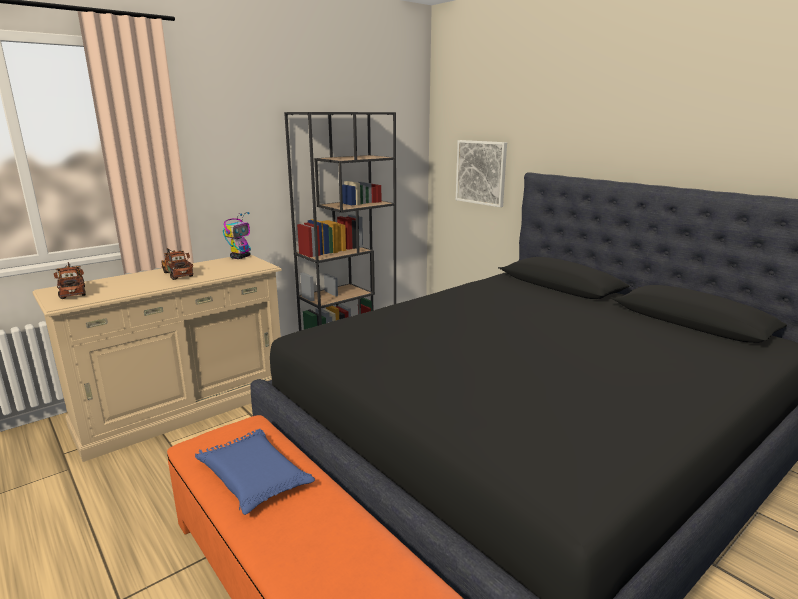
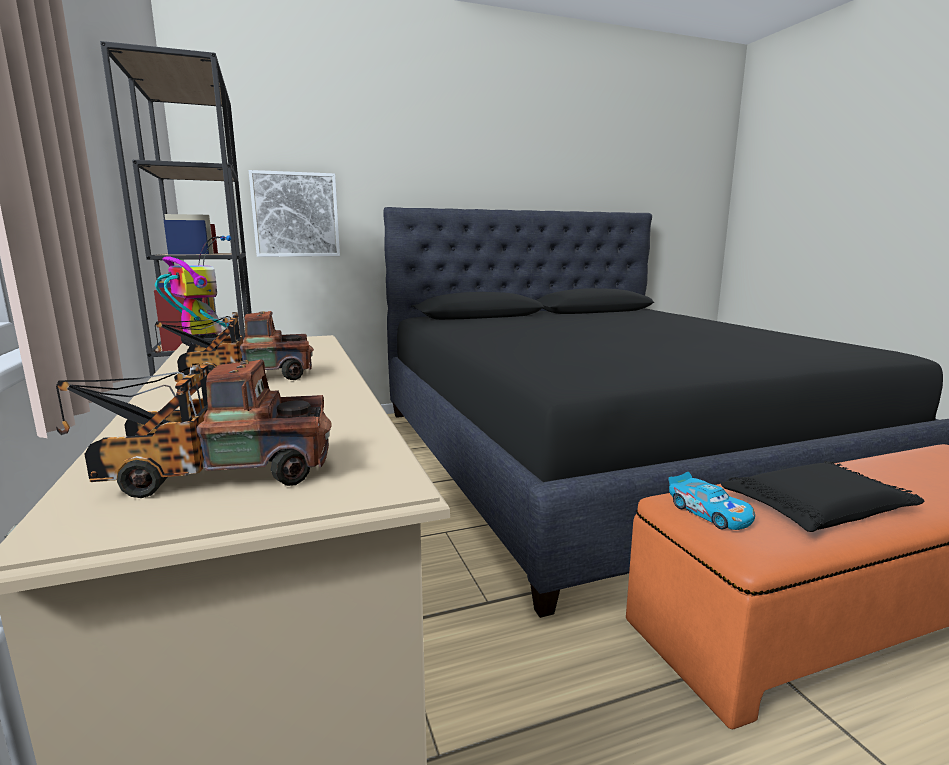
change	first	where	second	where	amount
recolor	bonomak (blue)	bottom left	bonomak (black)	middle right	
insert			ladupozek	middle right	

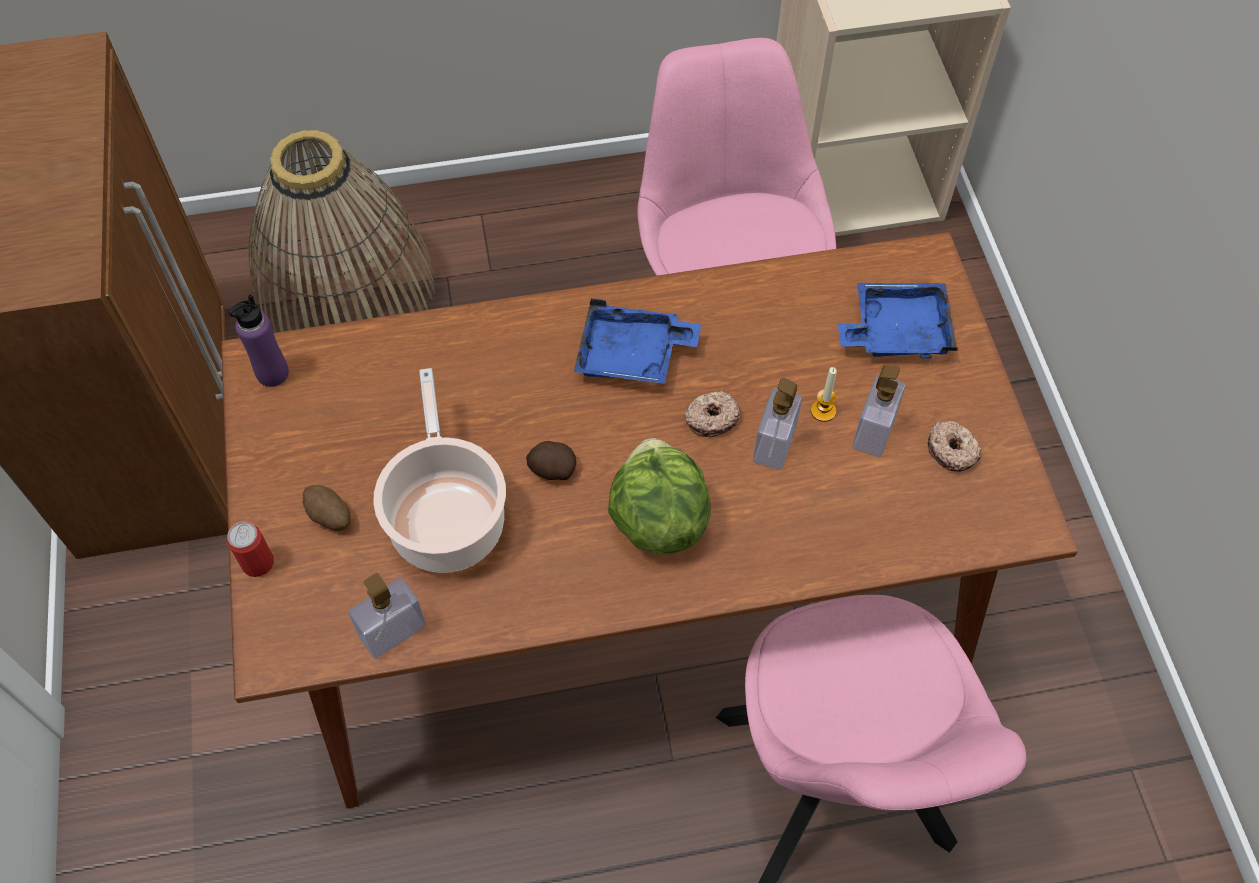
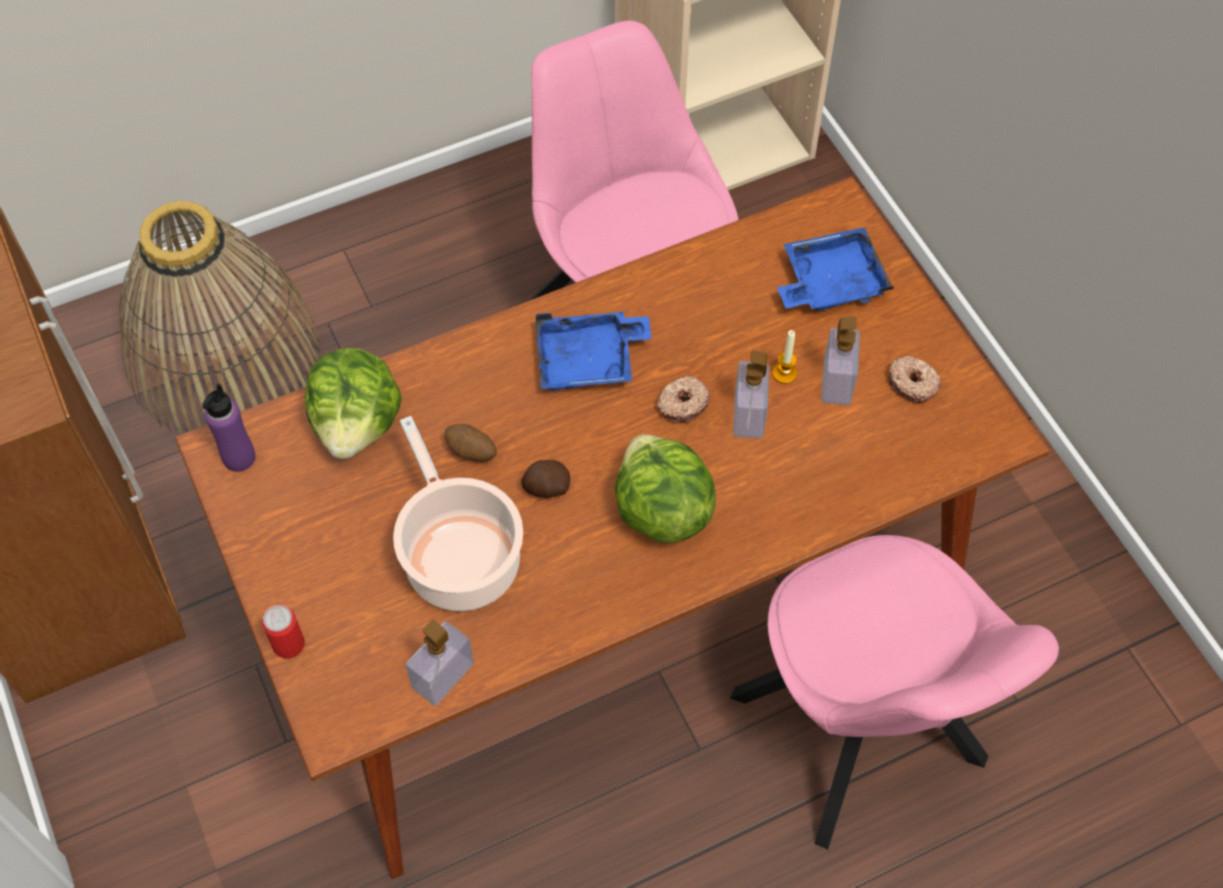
change	first	where	second	where	amount
move	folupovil (1st from left)	middle left		centre	
insert			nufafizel (1st from left)	middle left	

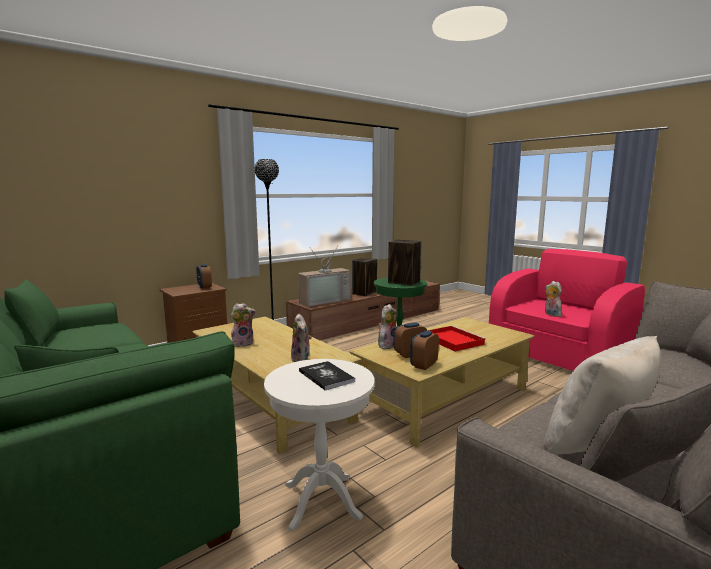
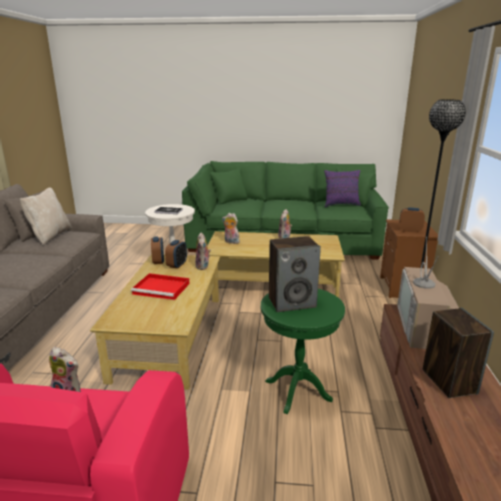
change	first	where	second	where	amount
insert			bonomak (purple)	middle right	

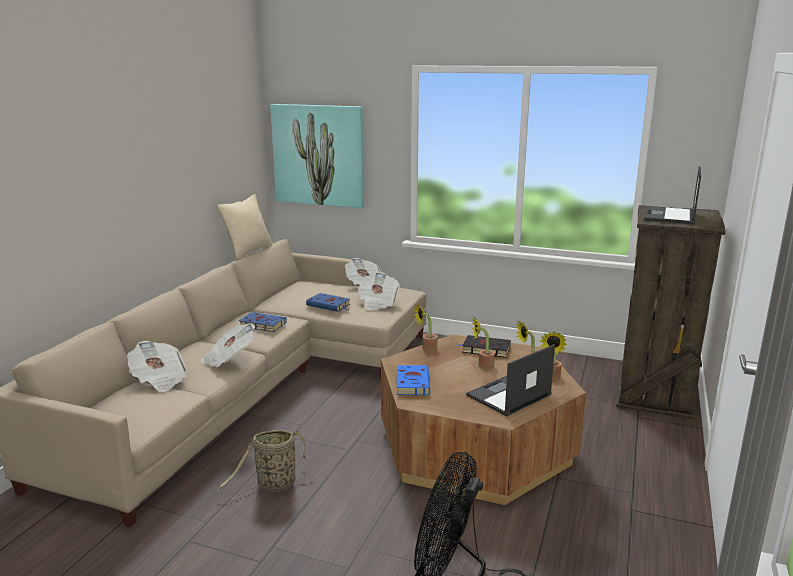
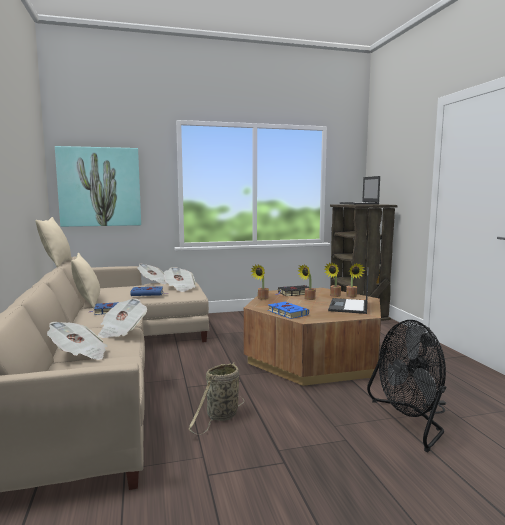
change	first	where	second	where	amount
insert			bonomak (beige) (2nd from left)	middle left	

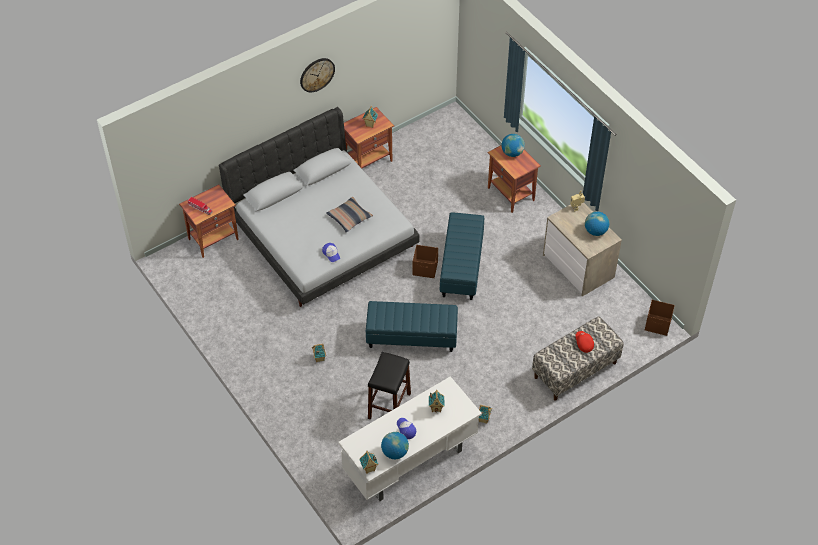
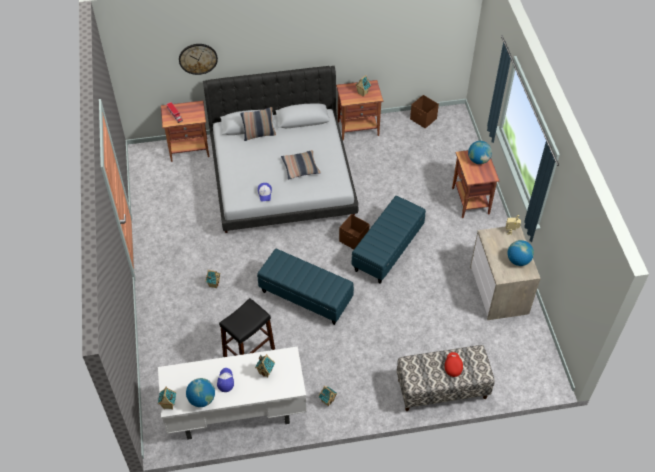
change	first	where	second	where	amount
move	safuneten	top centre		top left	
move	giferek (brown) (2nd from left)	middle right		top centre	
insert			bonomak (1st from left)	top centre	

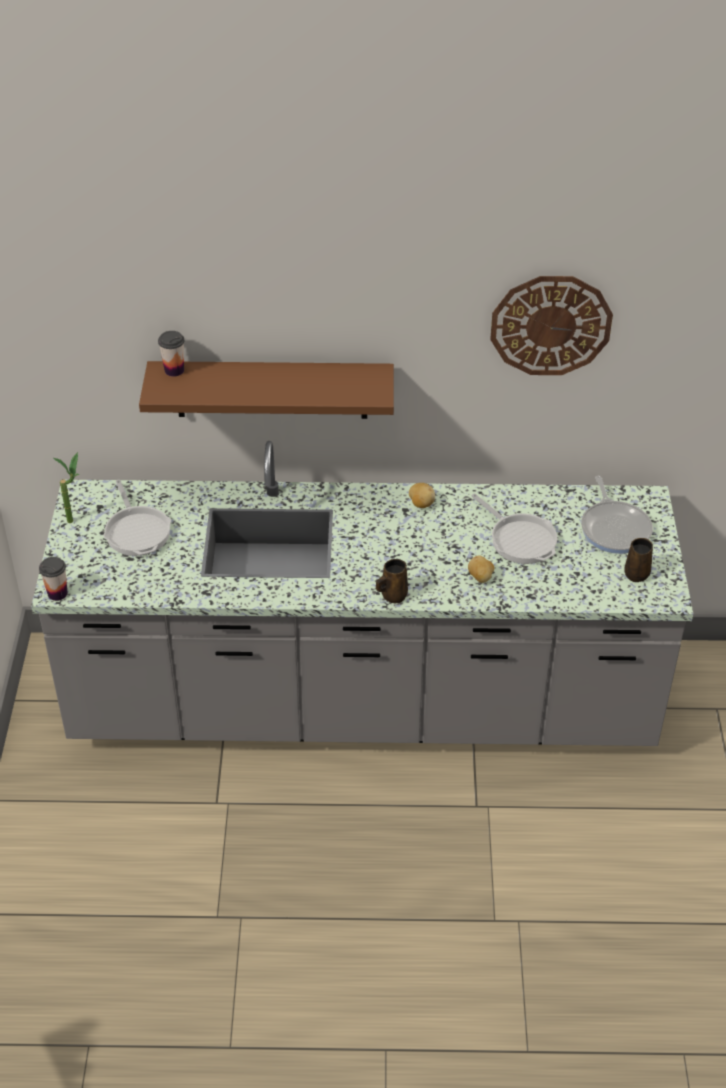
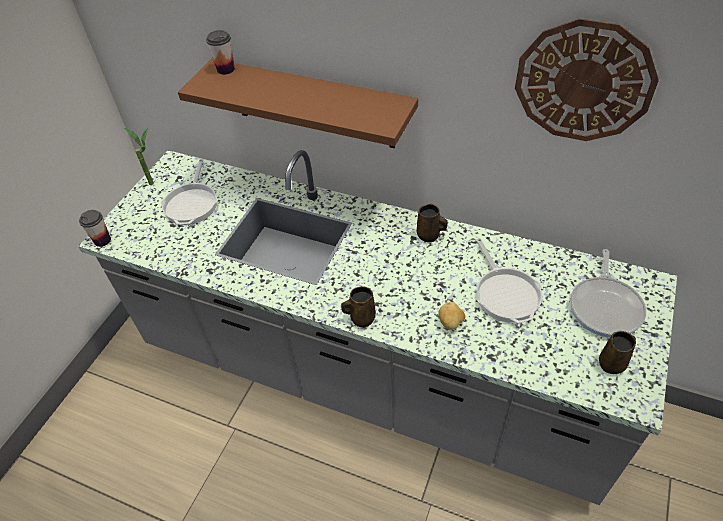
change	first	where	second	where	amount
replace	folupovil (1st from left)	centre	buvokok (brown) (2nd from left)	centre	

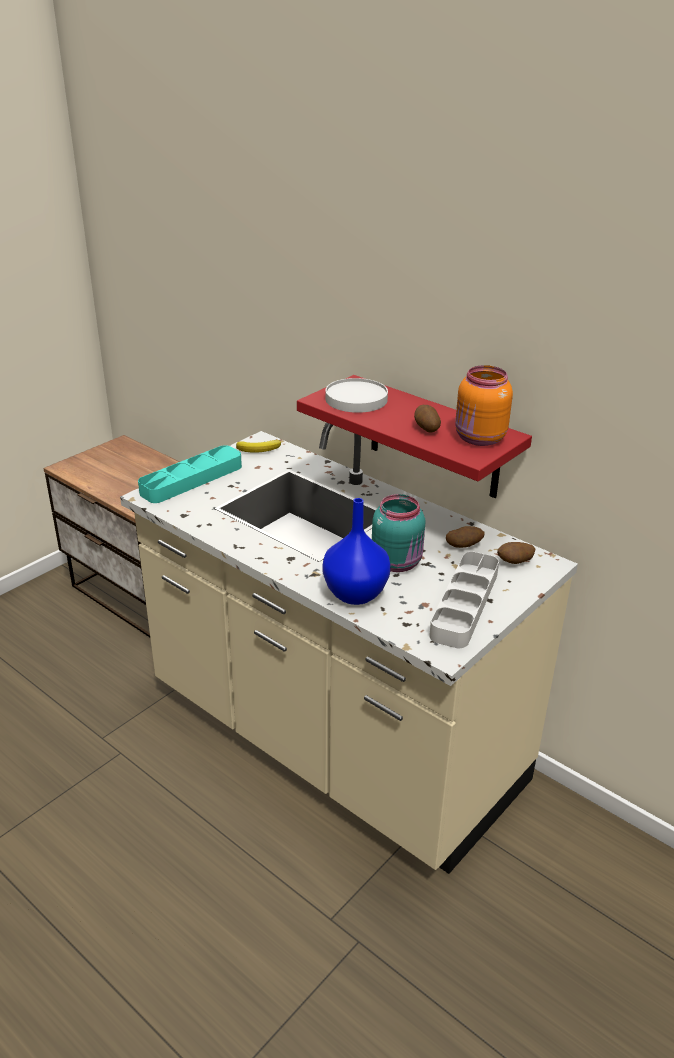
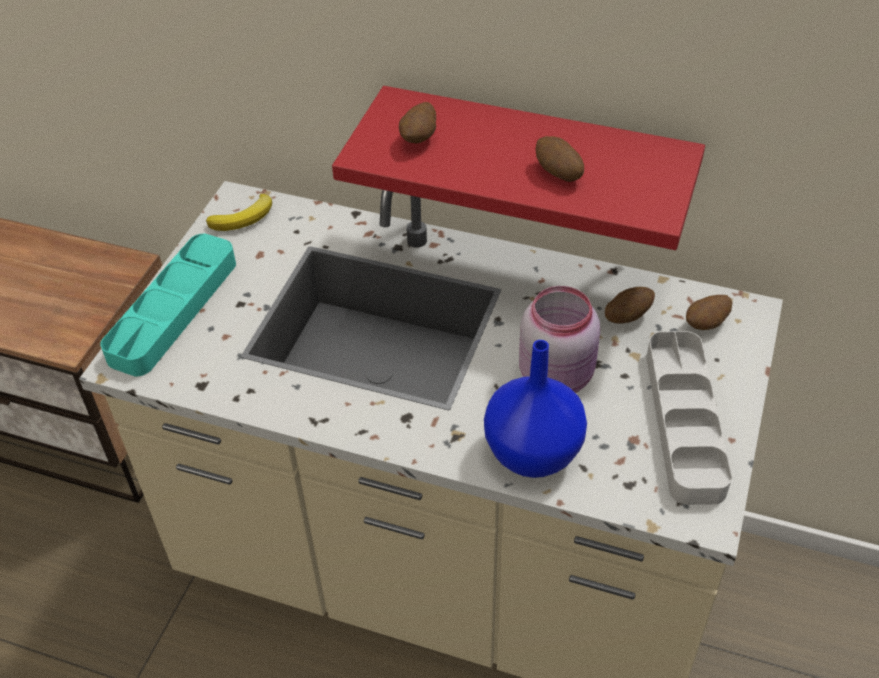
change	first	where	second	where	amount
replace	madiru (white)	centre	folupovil (1st from left)	top centre	
recolor	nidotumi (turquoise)	centre	nidotumi (pink)	centre	
delete	nidotumi (orange)	middle right			

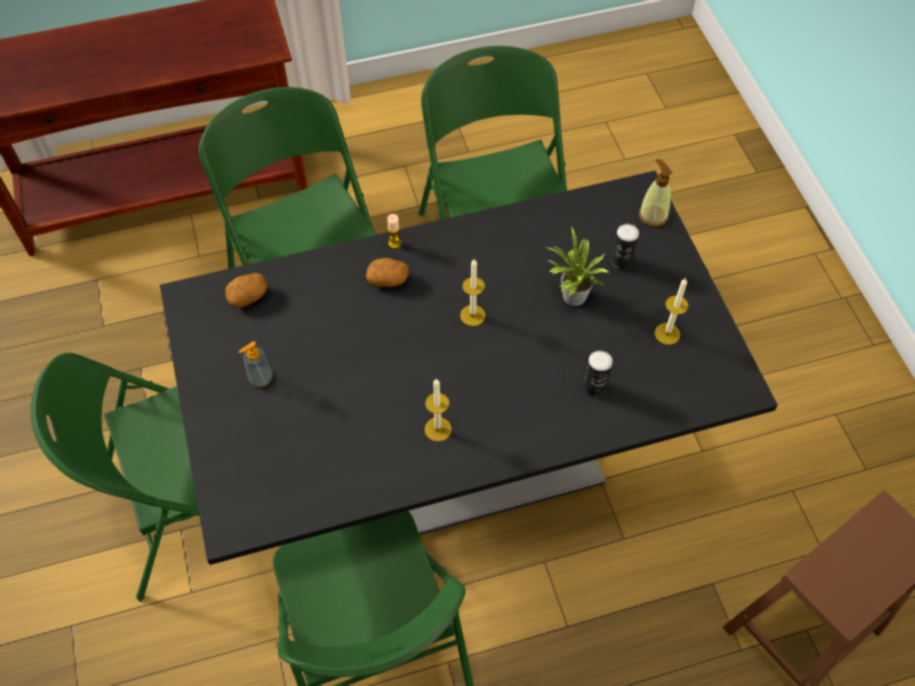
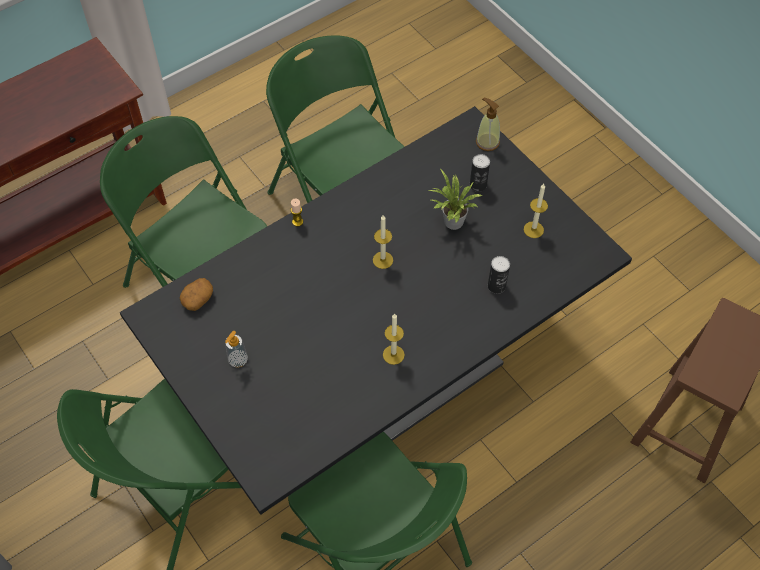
change	first	where	second	where	amount
delete	folupovil (2nd from left)	centre			

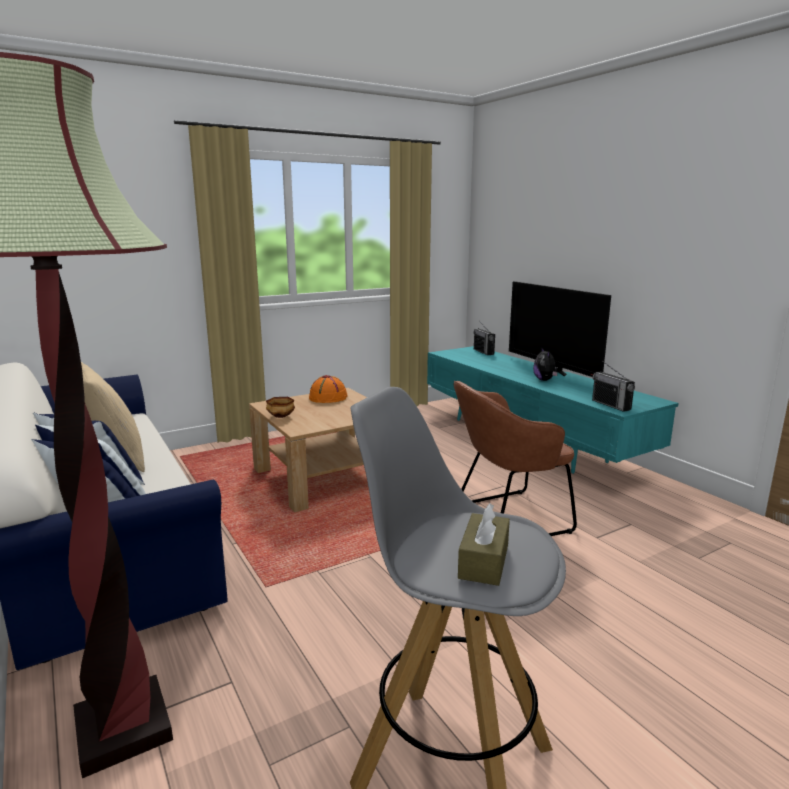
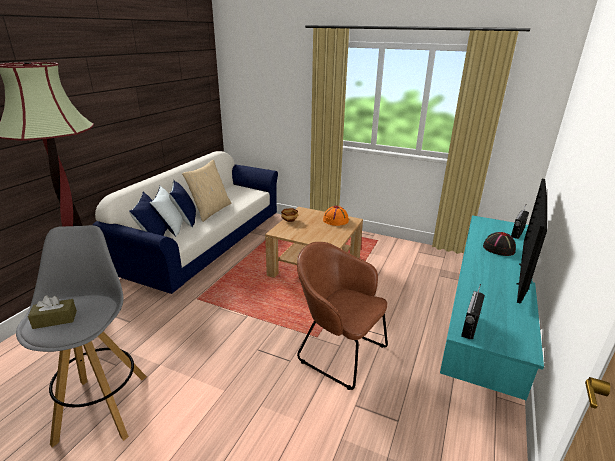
change	first	where	second	where	amount
delete	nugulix	middle right			
insert			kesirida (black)	middle right	

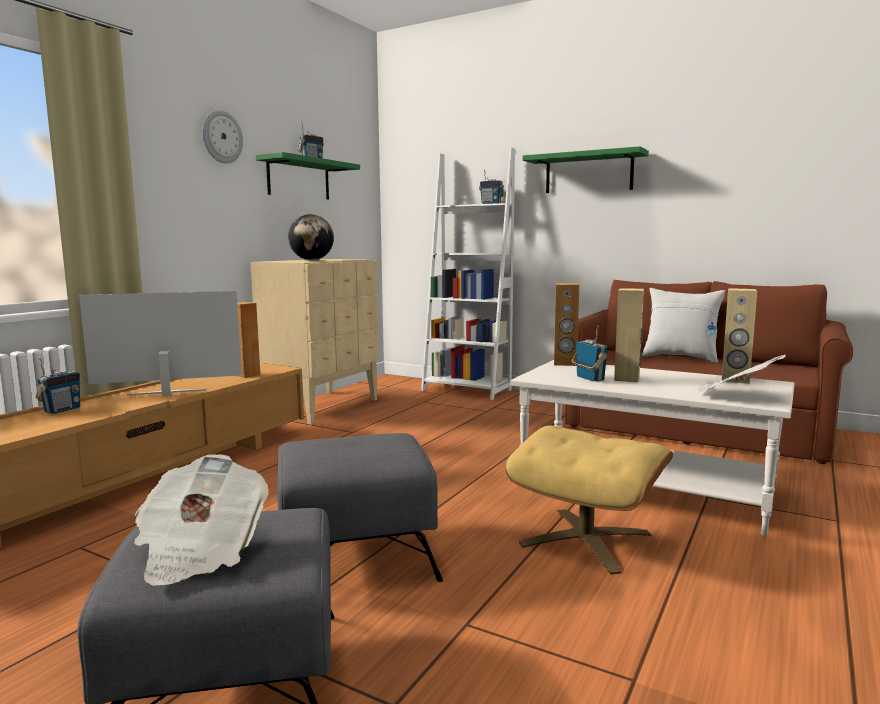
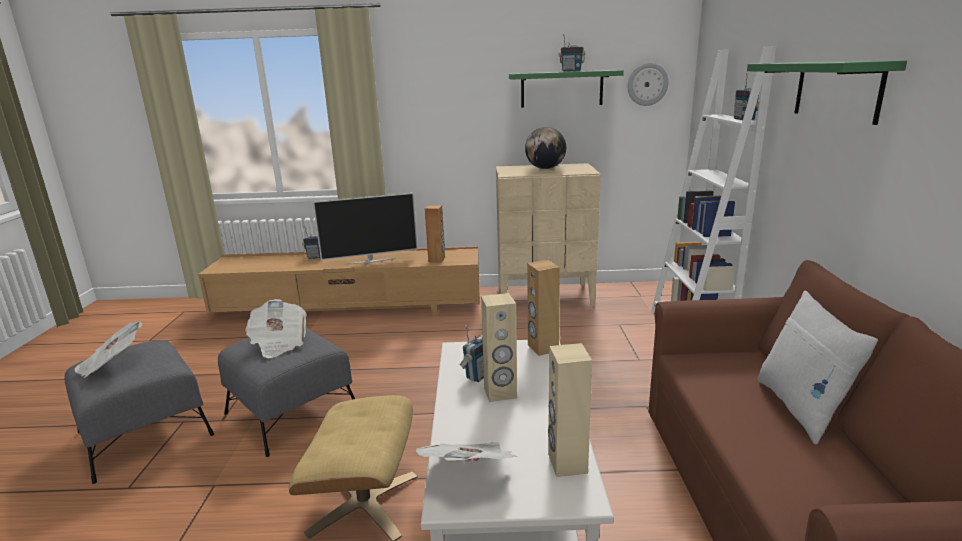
change	first	where	second	where	amount
rotate	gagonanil	middle left		centre	120 degrees clockwise
move	safuneten	top left		top right	
insert			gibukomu (2nd from left)	middle left	

